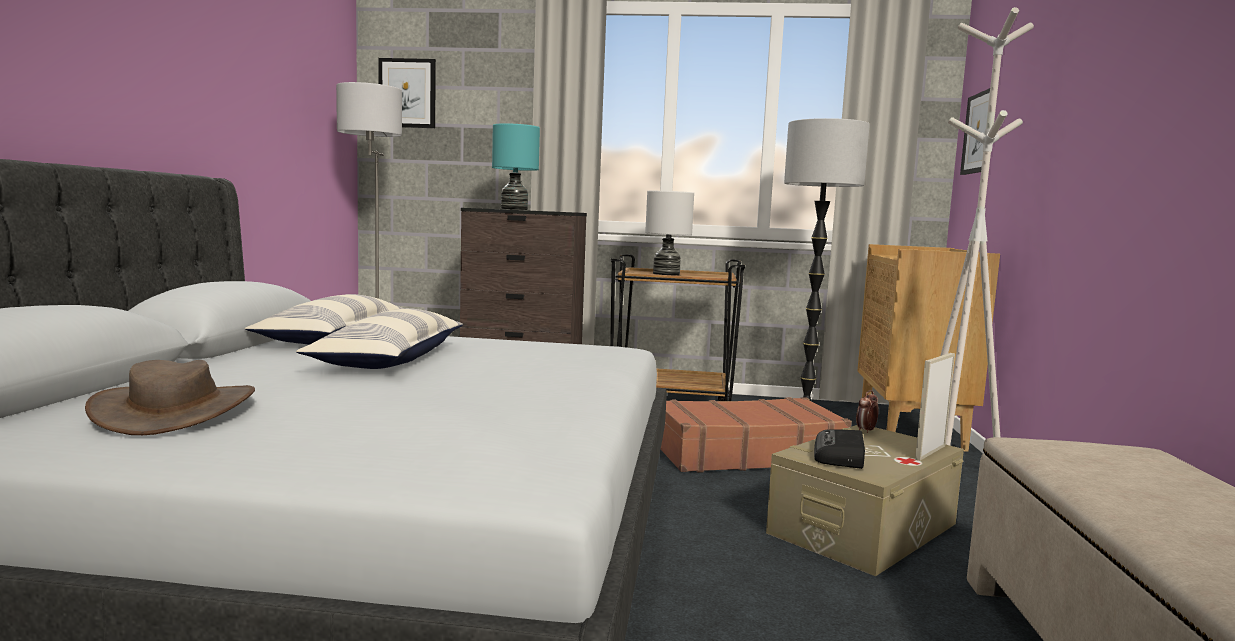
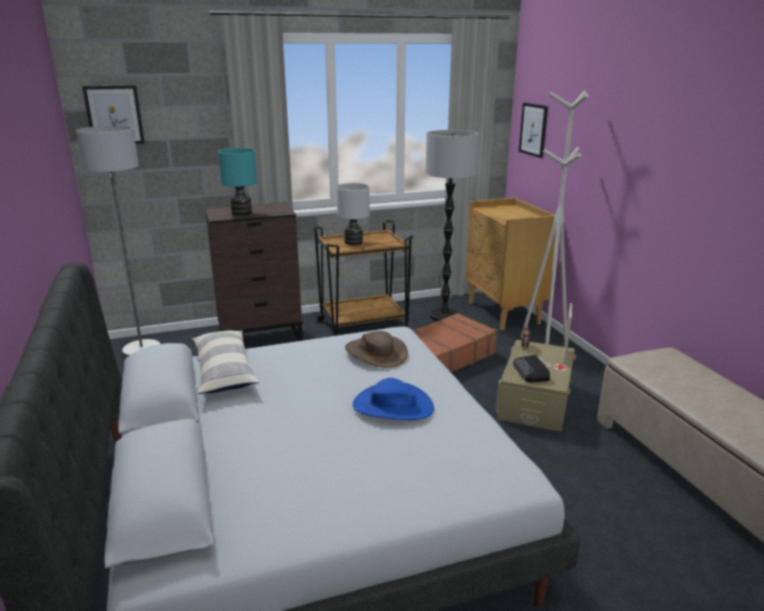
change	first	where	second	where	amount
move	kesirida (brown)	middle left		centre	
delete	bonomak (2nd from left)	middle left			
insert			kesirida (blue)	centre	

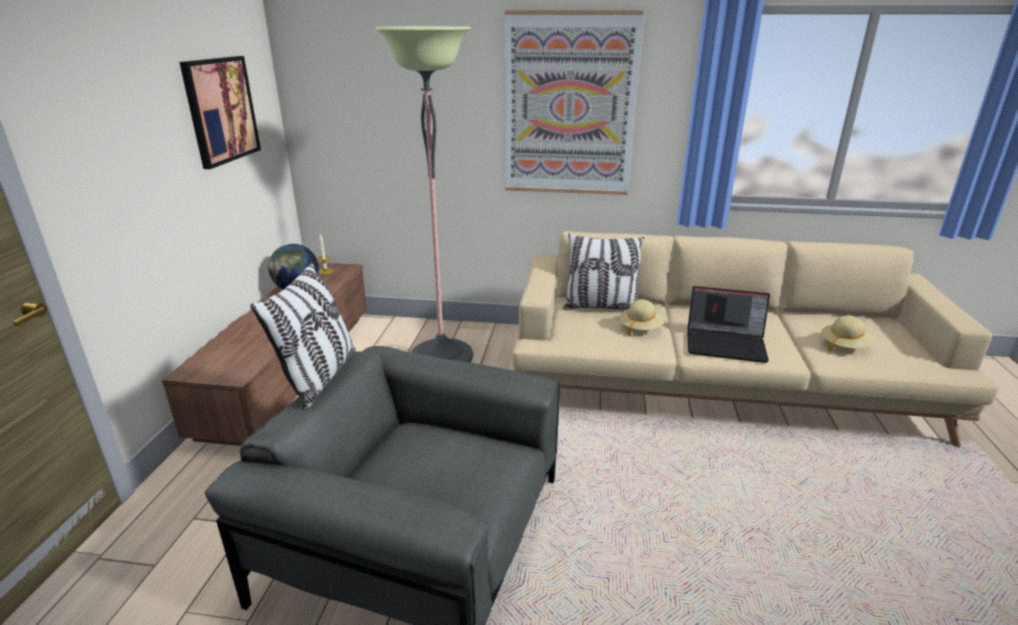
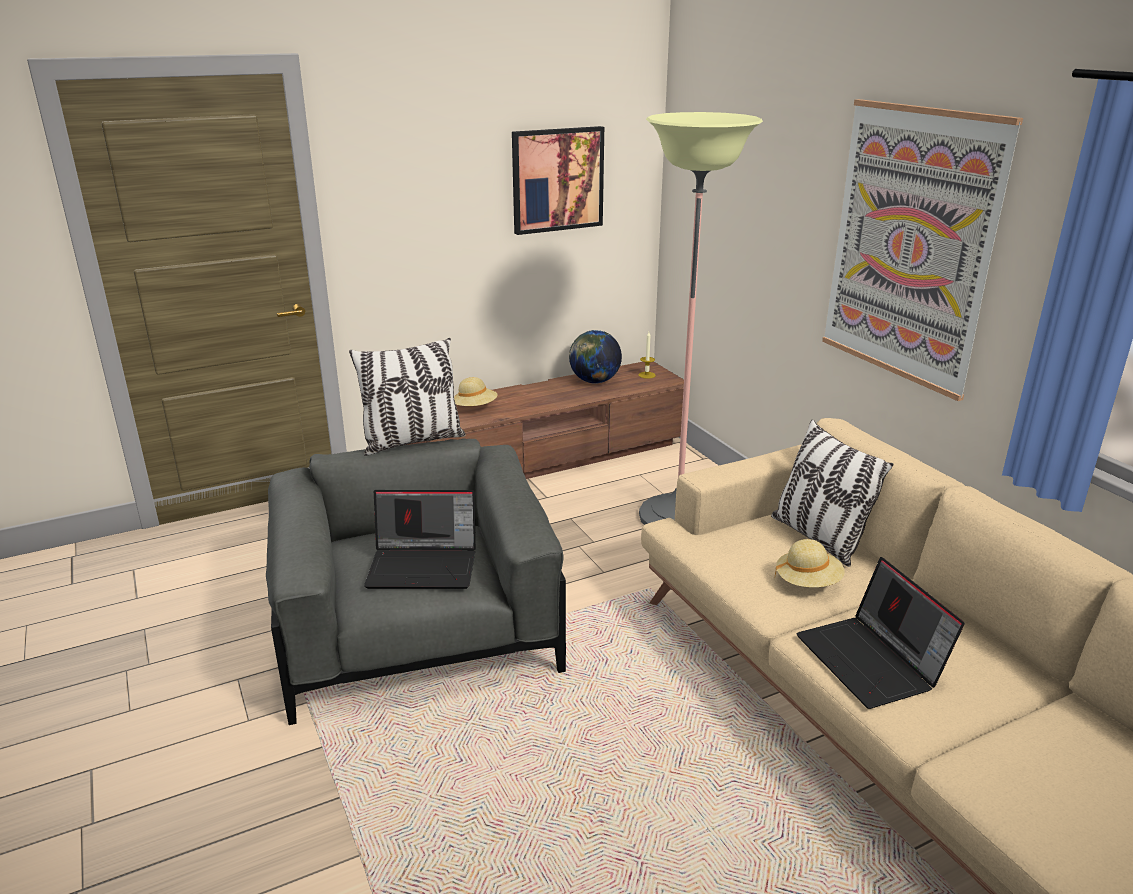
change	first	where	second	where	amount
move	kesirida (beige) (2nd from left in the first image)	middle right	kesirida (beige) (1st from left)	centre	
insert			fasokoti (1st from left)	centre	

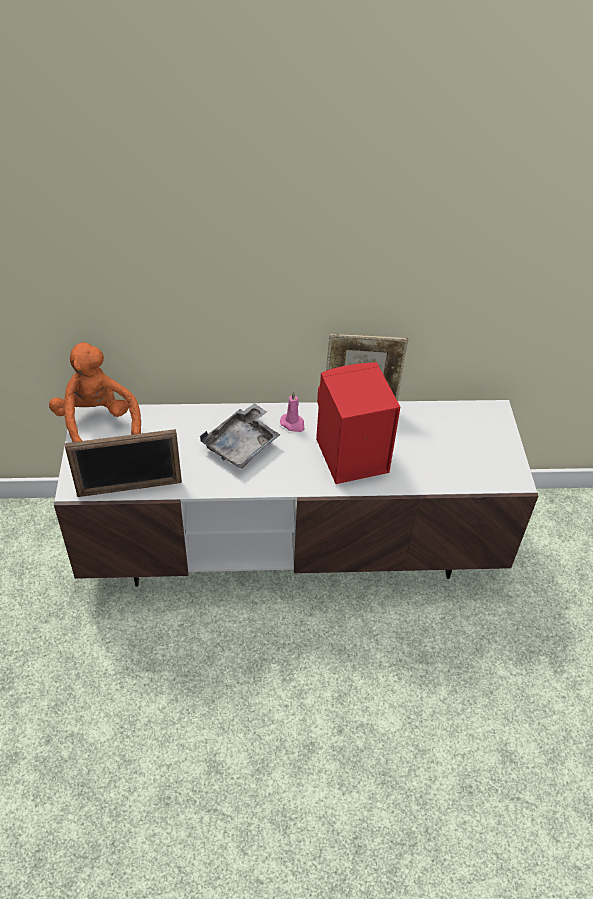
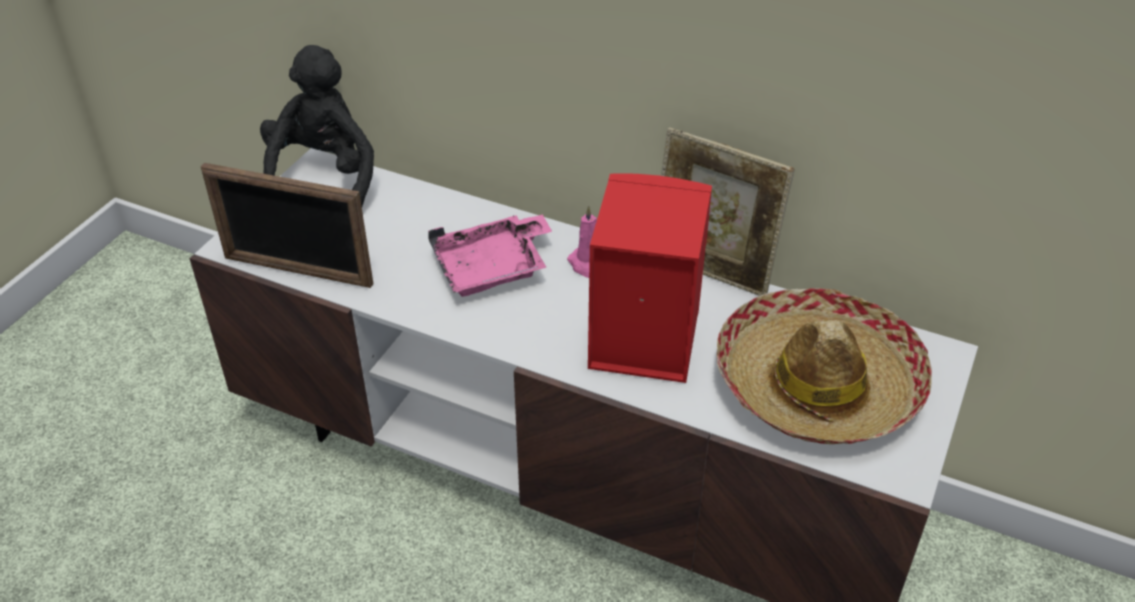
change	first	where	second	where	amount
recolor	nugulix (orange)	middle left	nugulix (black)	top left	
recolor	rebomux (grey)	centre	rebomux (pink)	centre	
insert			kesirida	middle right	

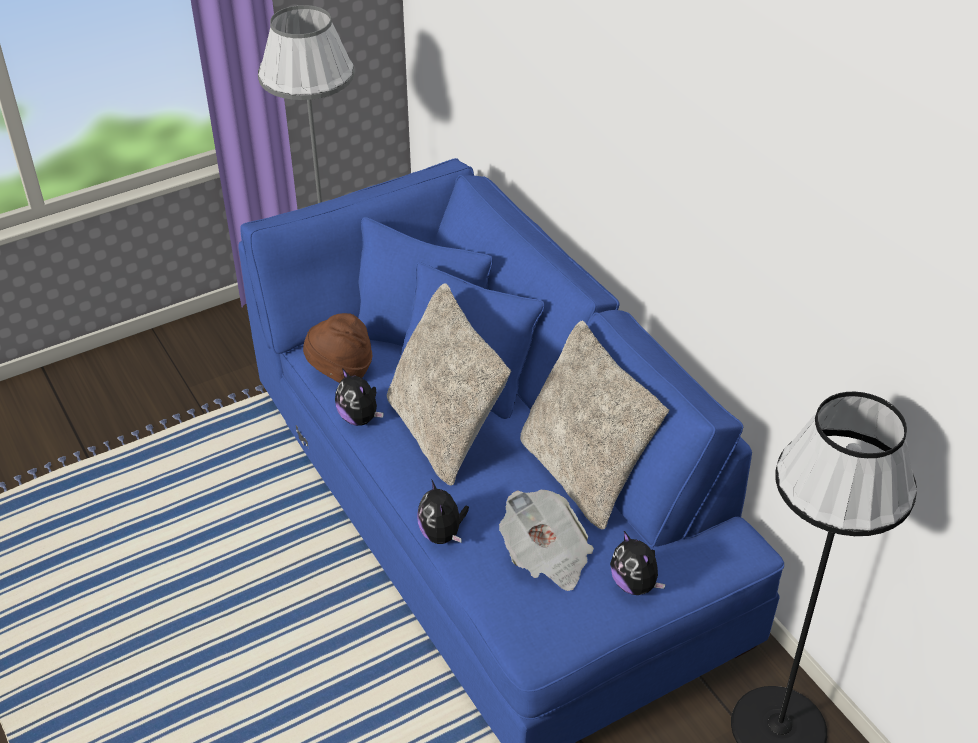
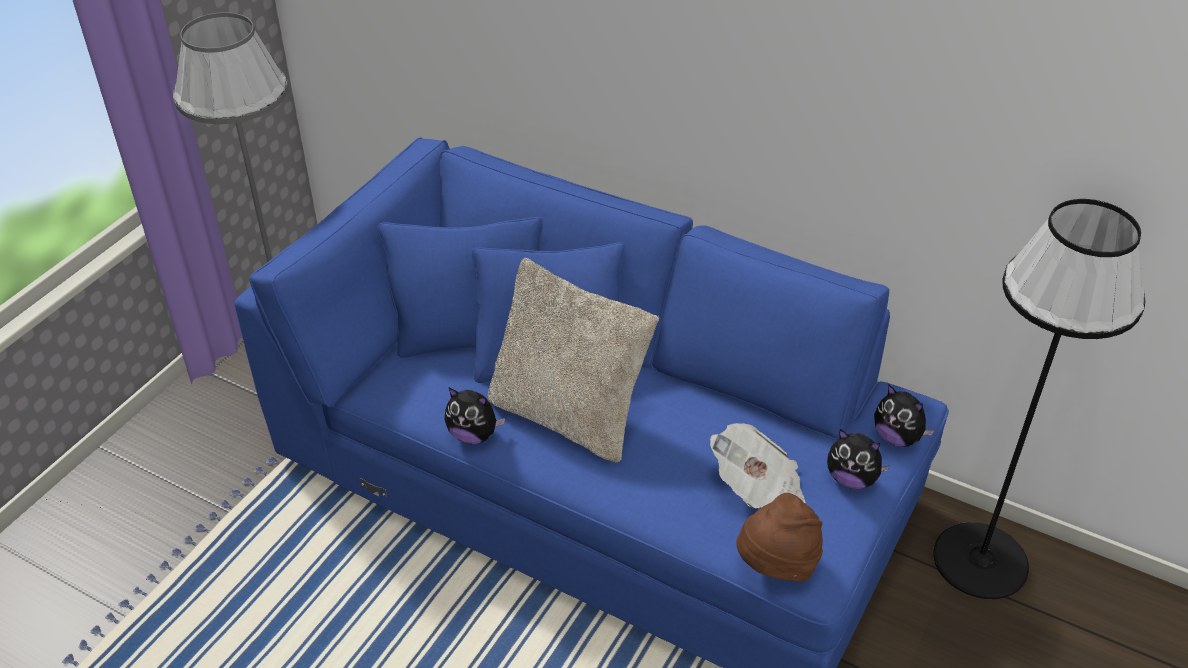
change	first	where	second	where	amount
move	kesirida (brown)	centre		bottom centre	
move	nugulix (2nd from left in the first image)	bottom centre	nugulix (3rd from left)	middle right	
delete	bonomak (beige) (2nd from left)	centre			

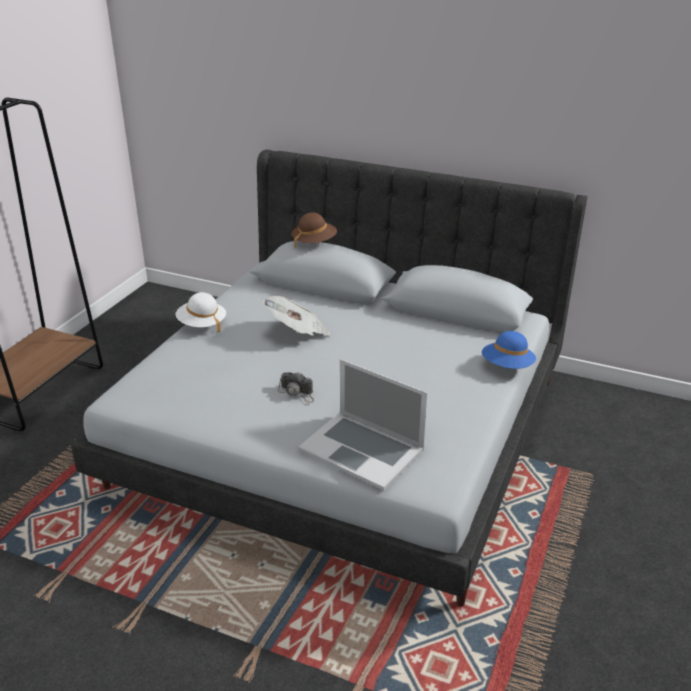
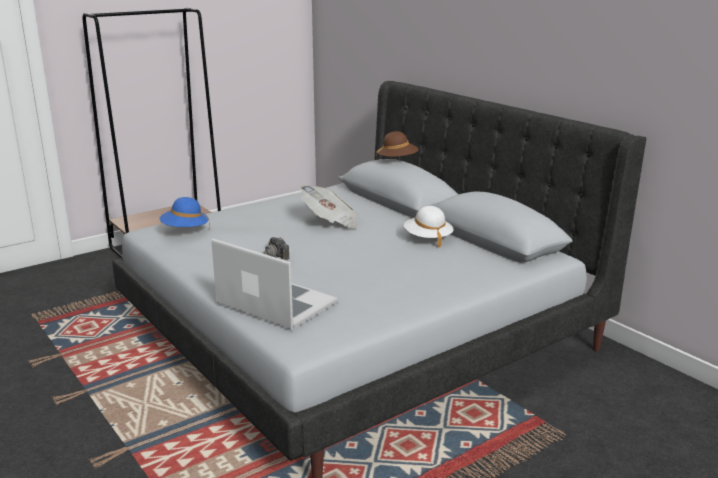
change	first	where	second	where	amount
move	kesirida (white)	middle left		centre	
rotate	fasokoti	centre		centre	150 degrees clockwise
move	kesirida (blue)	middle right		middle left	

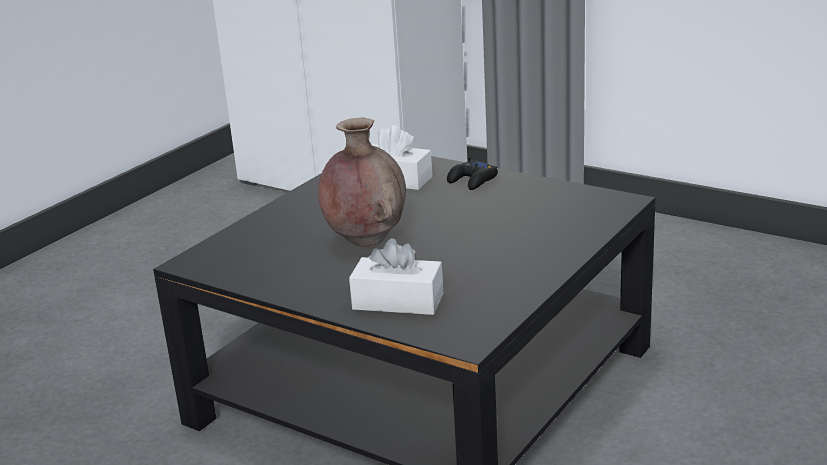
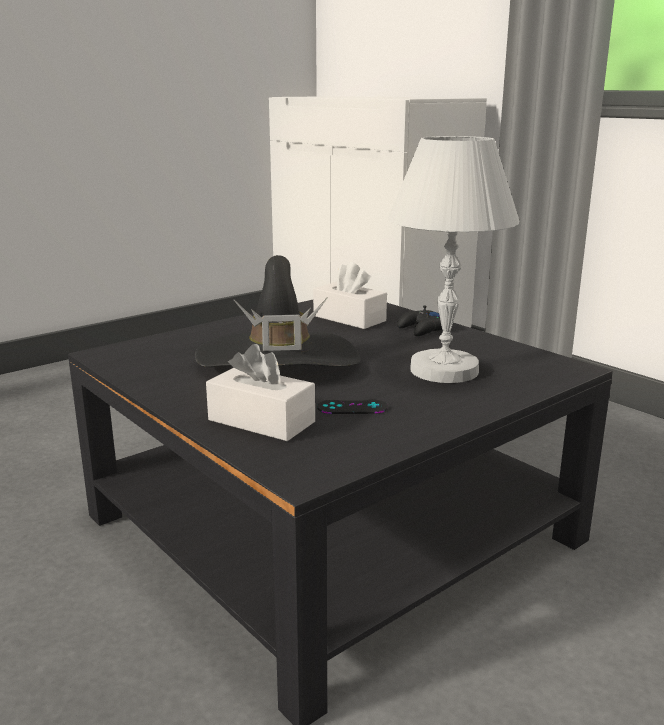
change	first	where	second	where	amount
replace	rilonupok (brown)	centre	kesirida (black)	centre	
insert			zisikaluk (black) (1st from left)	centre	
insert			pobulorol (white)	middle right	

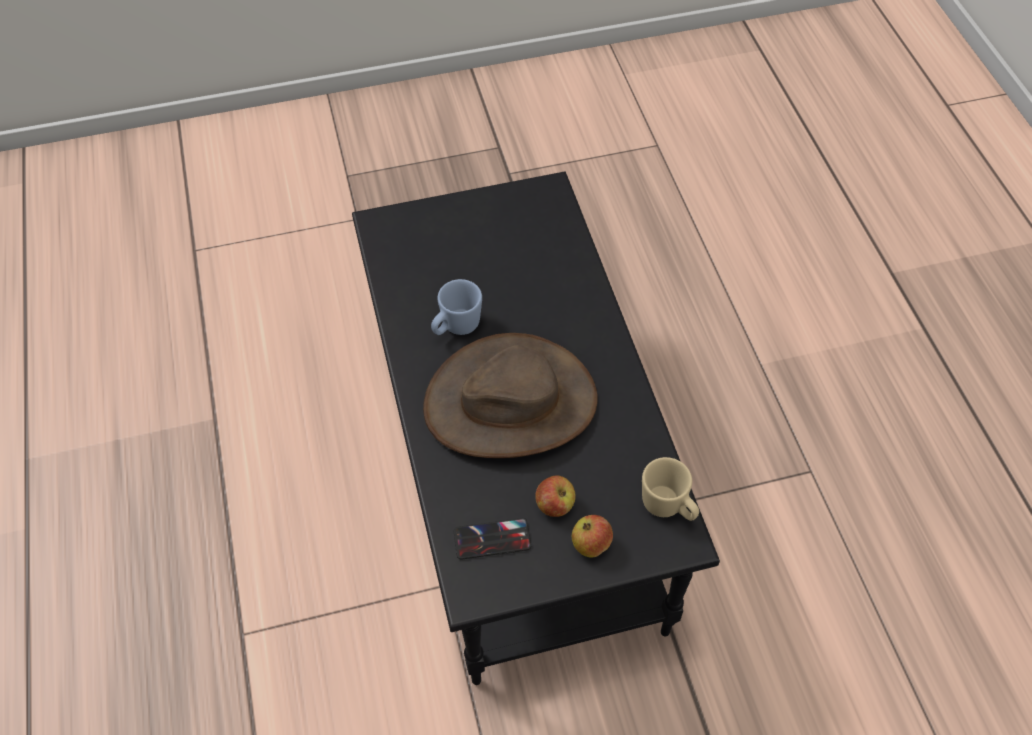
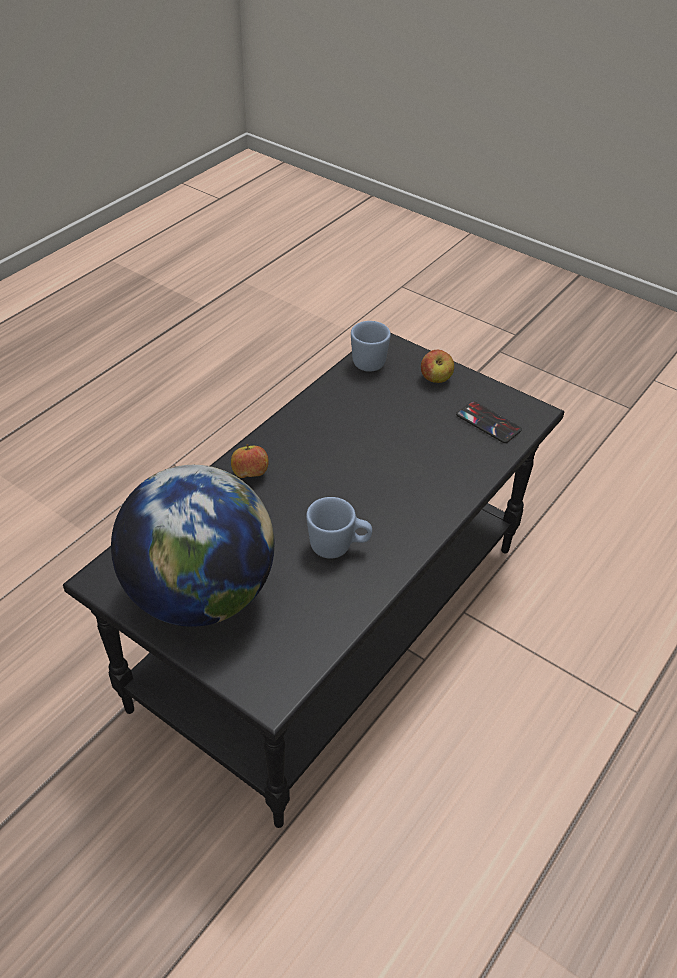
change	first	where	second	where	amount
delete	kesirida (brown)	centre			
move	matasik (1st from left)	bottom centre		centre	
recolor	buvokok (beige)	centre	buvokok (blue) (2nd from left)	centre	
insert			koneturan	middle left	

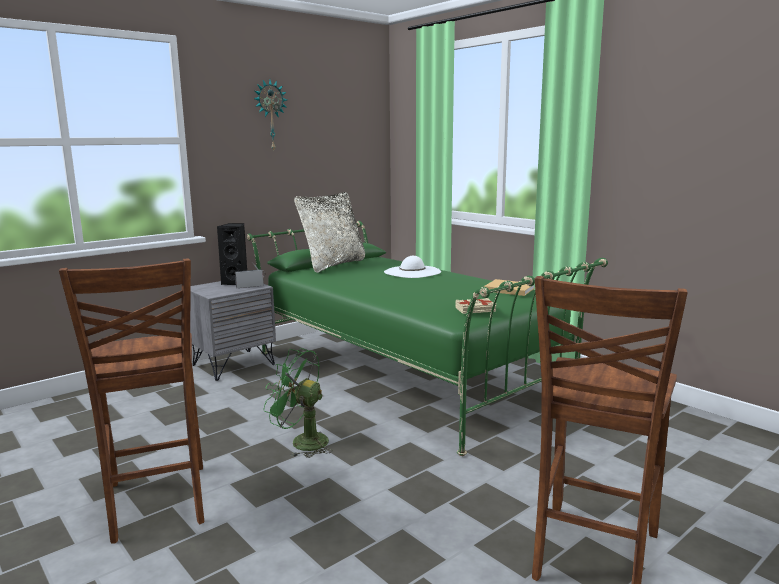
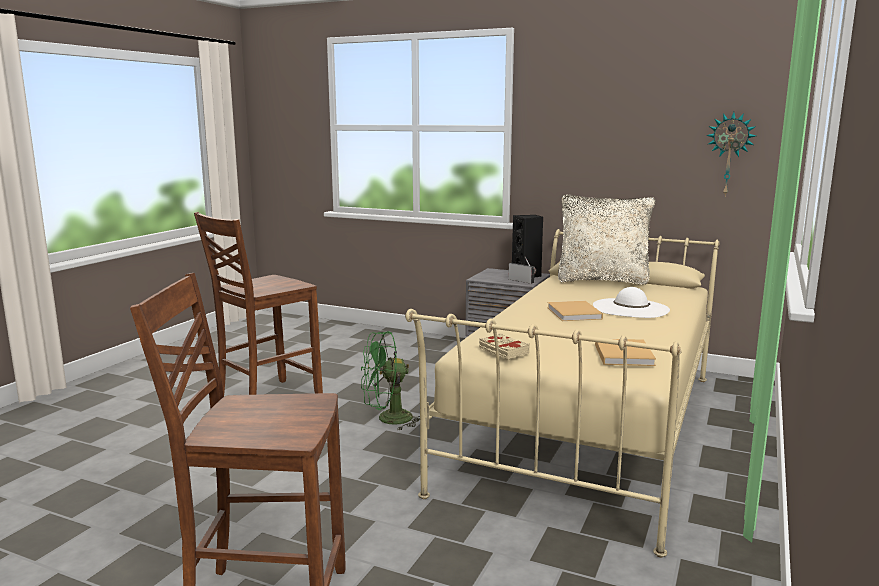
change	first	where	second	where	amount
recolor	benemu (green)	centre	benemu (beige)	bottom centre	
move	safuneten	top centre		top right	
rotate	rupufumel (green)	bottom centre		centre	105 degrees counterclockwise
insert			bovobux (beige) (2nd from left)	centre	

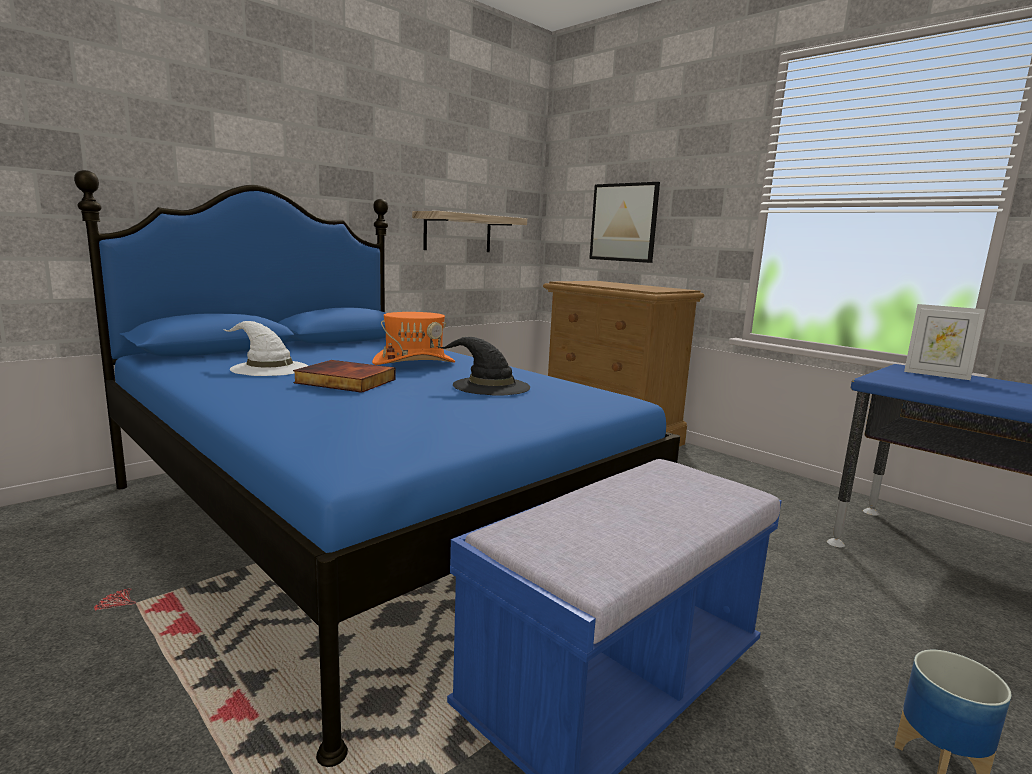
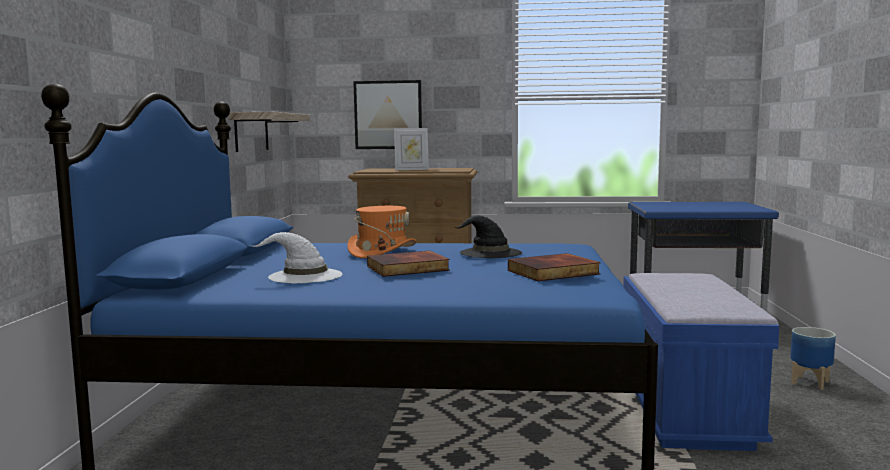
change	first	where	second	where	amount
move	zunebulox	middle right		top centre	
insert			bovobux (2nd from left)	centre	

